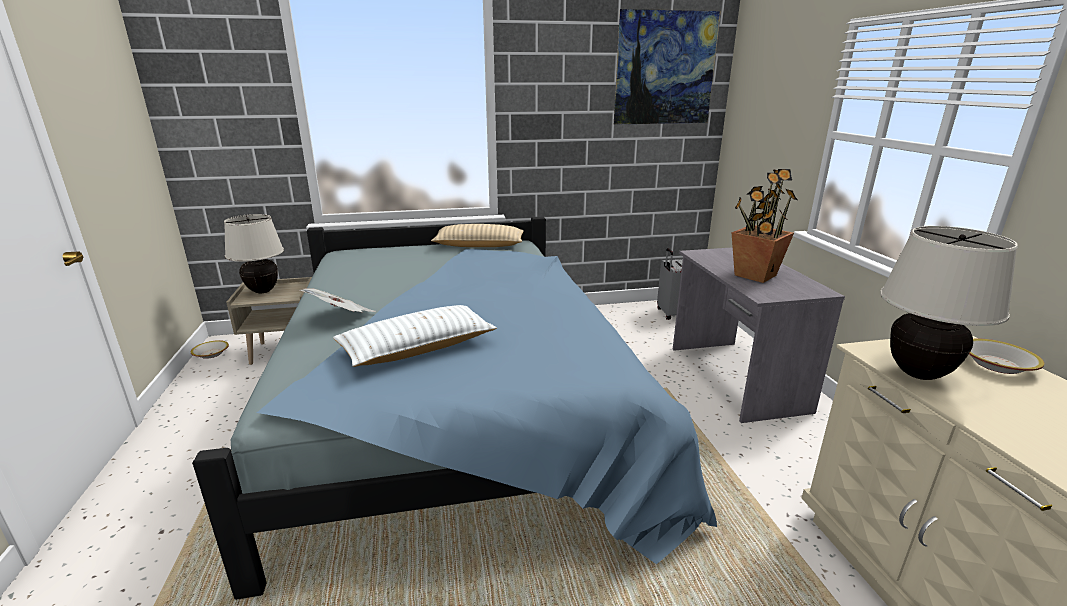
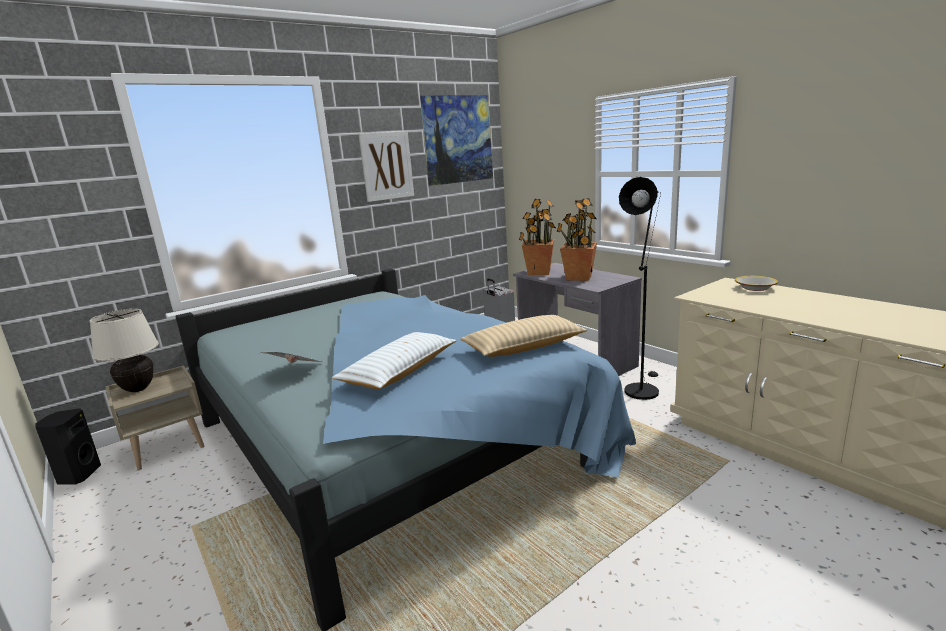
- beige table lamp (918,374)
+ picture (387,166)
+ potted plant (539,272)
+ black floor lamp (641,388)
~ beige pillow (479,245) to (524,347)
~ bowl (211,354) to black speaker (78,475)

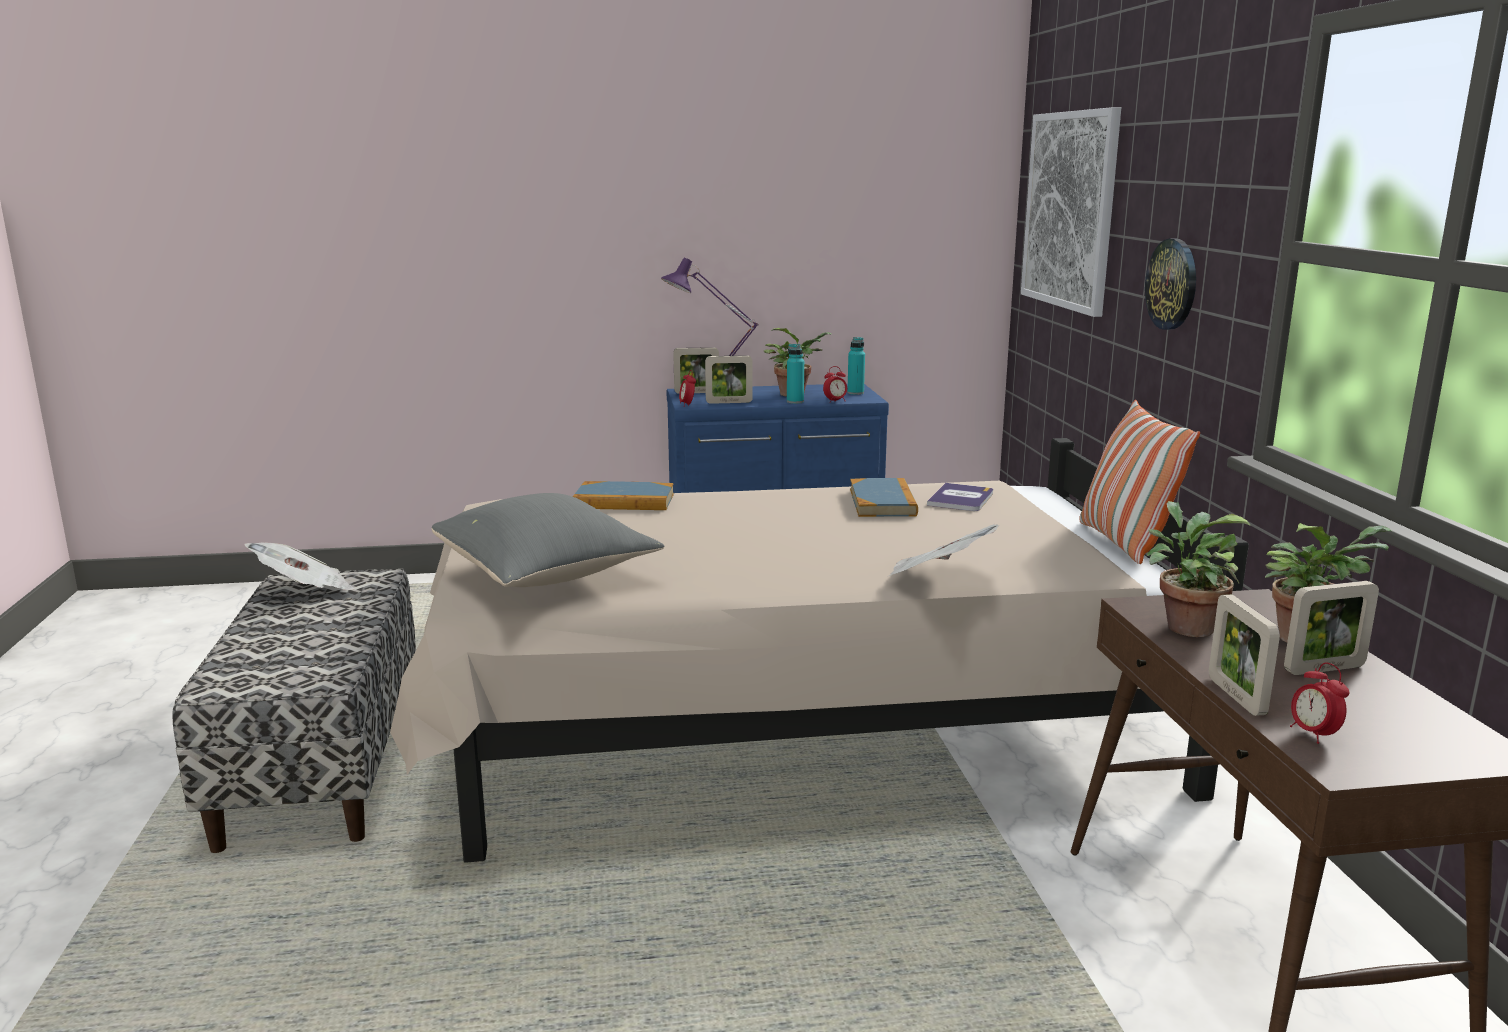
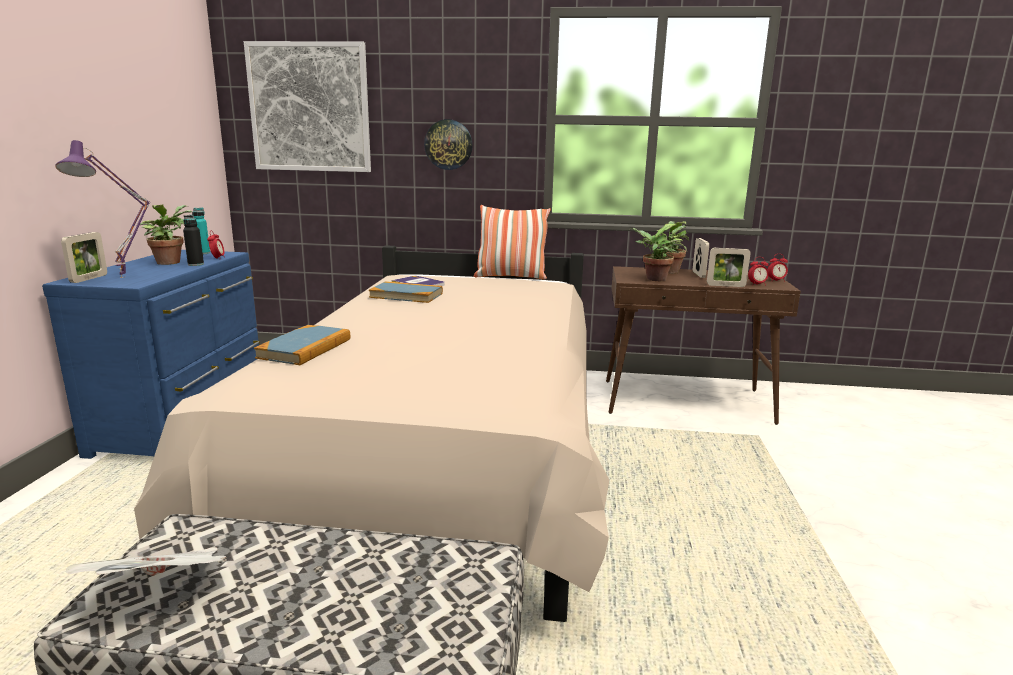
- grey pillow (548,576)
- picture frame (729,402)
- newspaper (938,578)
~ alarm clock (687,405) to (776,281)
~ turquoise bottle (795,402) to black bottle (196,264)

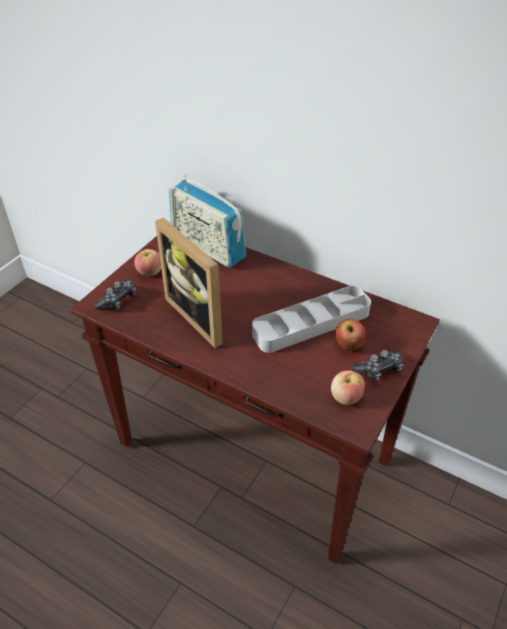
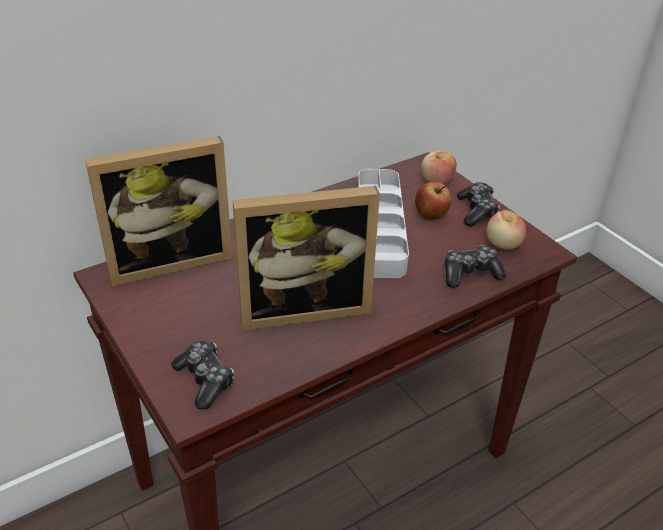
+ game controller (470,274)
~ apple (149,272) to (436,181)
~ radio (207,247) to picture frame (169,260)

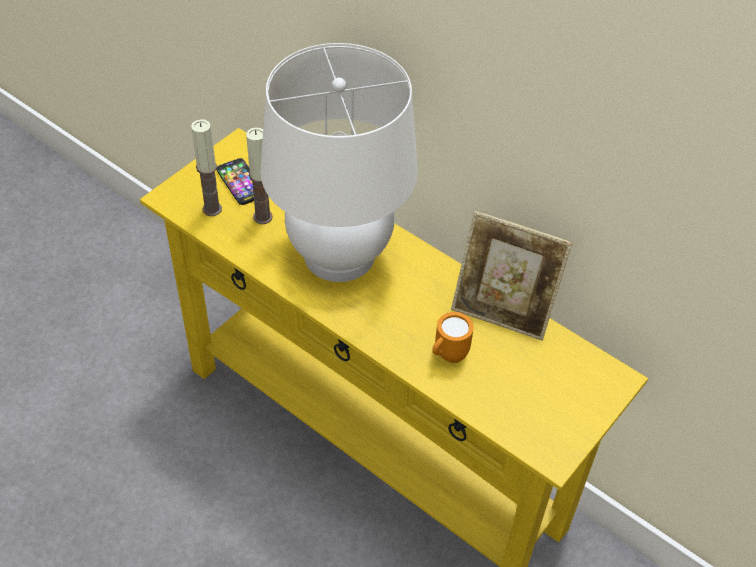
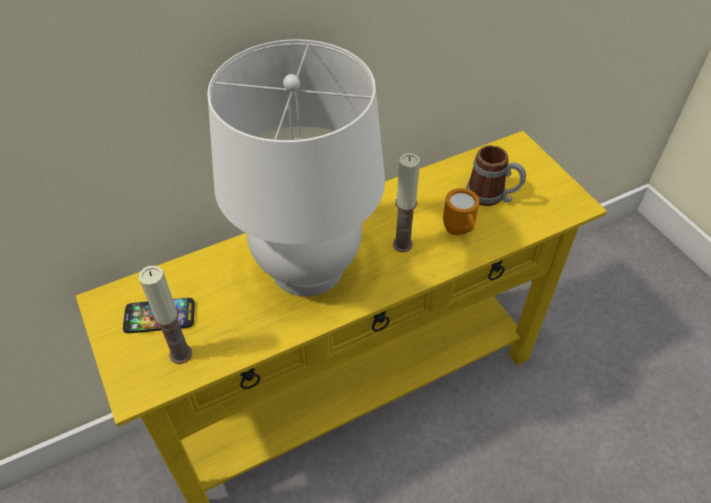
- picture frame (502,312)
+ mug (492,196)
~ candle (262,217) to (402,244)

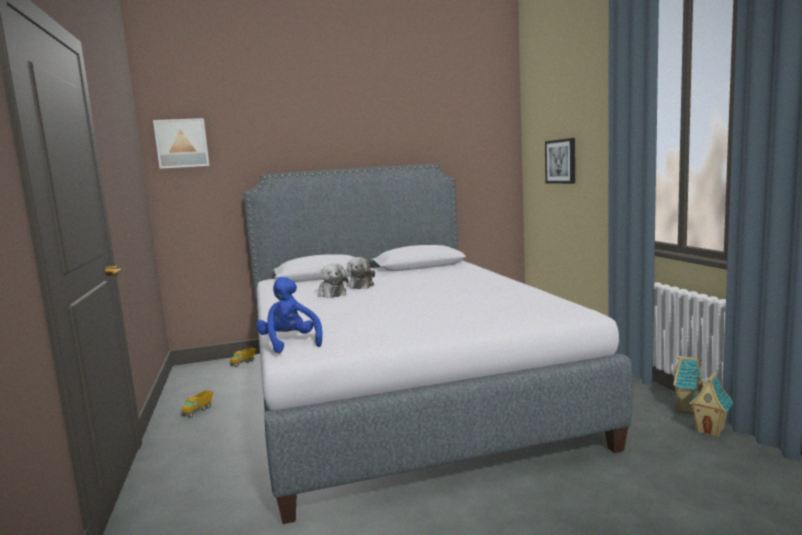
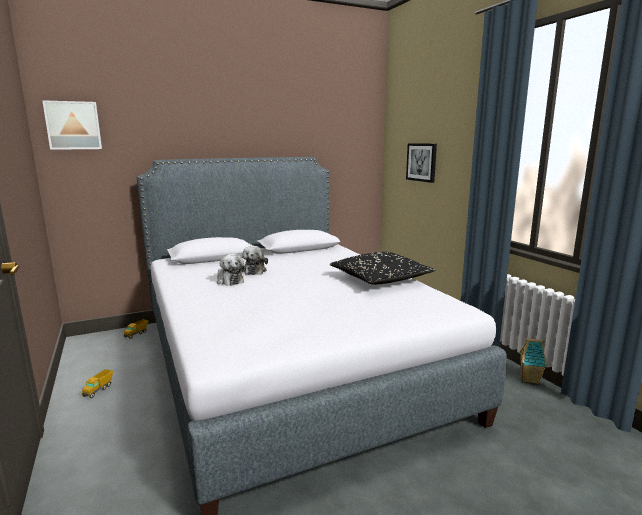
- blue plush toy (290,343)
- toy house (710,430)
+ black pillow (380,279)

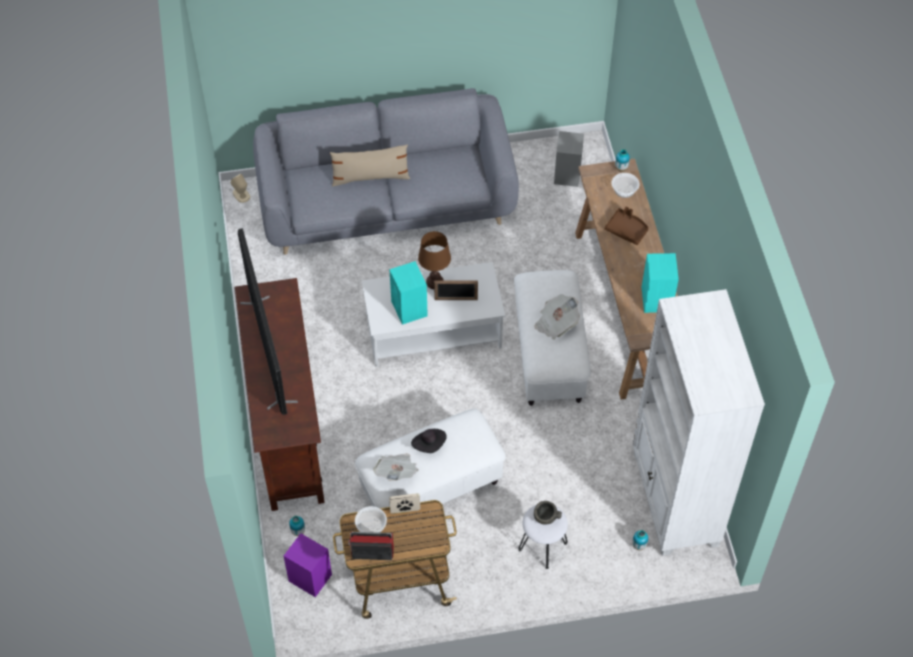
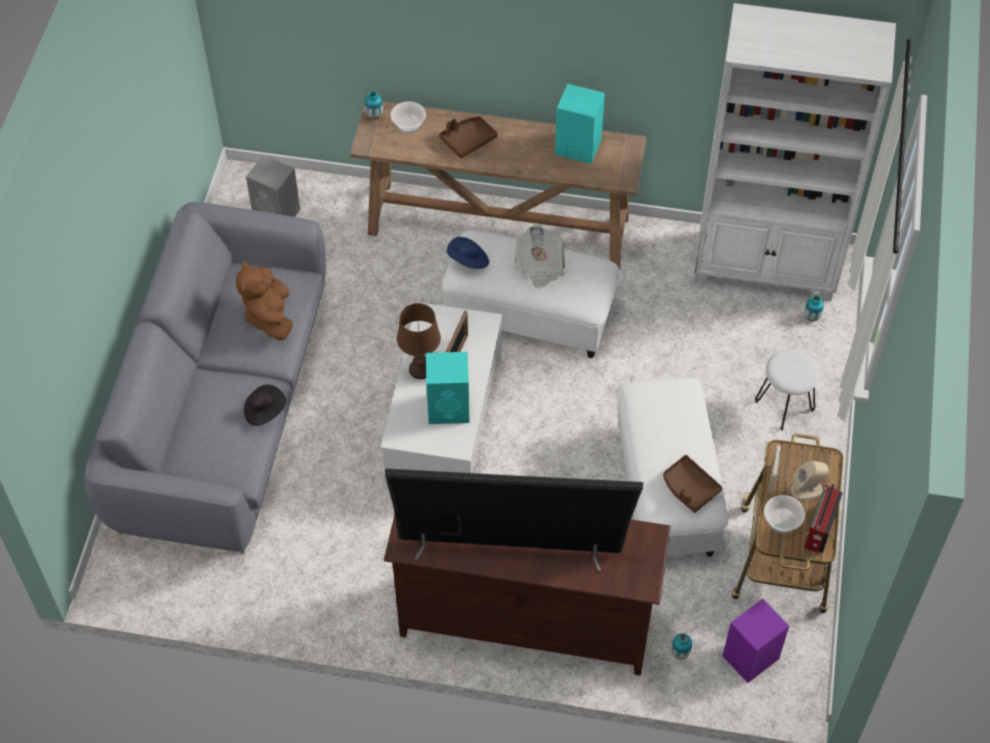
- beige pillow (370,177)
- grey bowl (545,517)
+ brown plush toy (269,316)
+ blue hat (468,261)
~ beige speaker (241,195) to (807,489)
~ black hat (429,444) to (264,411)
~ newspaper (397,472) to brown tray (689,488)

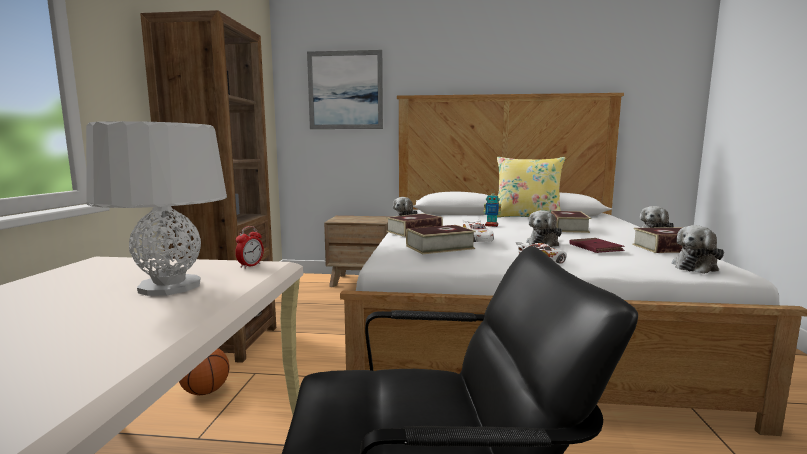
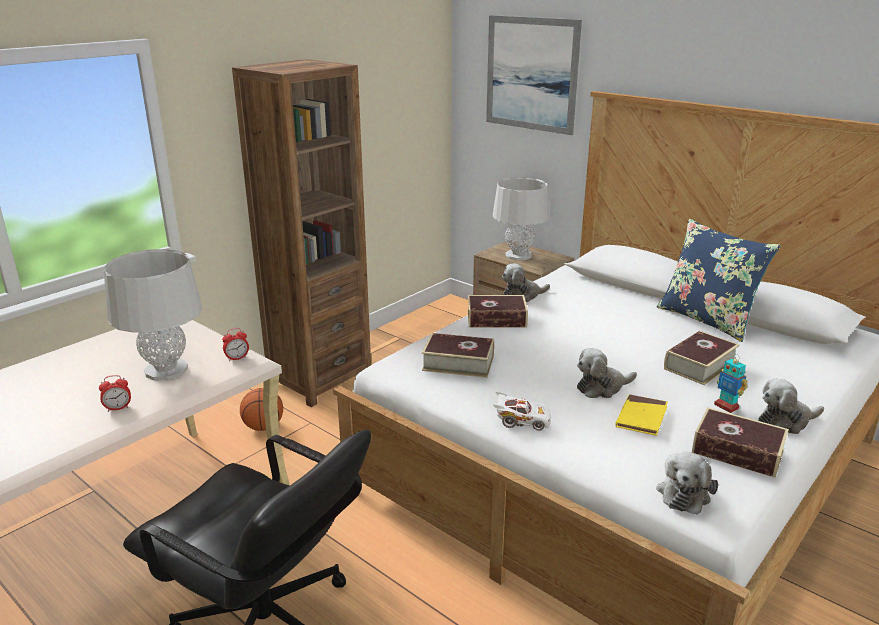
- white toy car (477,239)
+ alarm clock (118,408)
+ grey table lamp (518,255)
~ toy robot (491,225) to (726,406)
~ yellow pillow (526,217) to blue pillow (707,319)
~ red book (595,248) to yellow book (641,417)
~ plush toy (696,267) = (684,492) 60 degrees counterclockwise

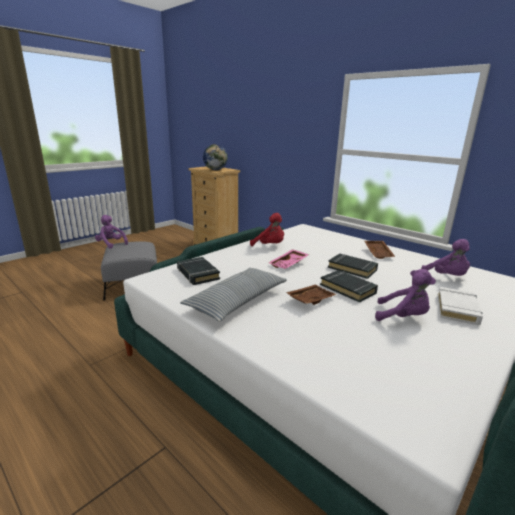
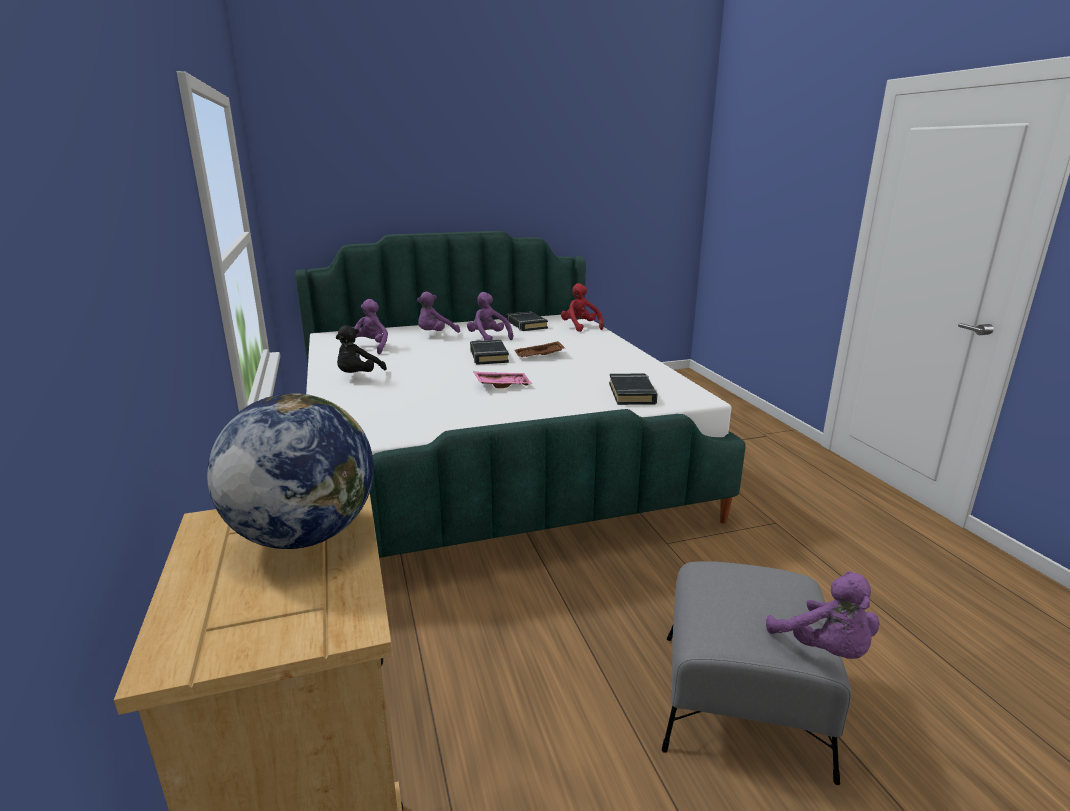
- pillow (237,301)
~ red plush toy (270,246) to (580,327)
~ black book (352,268) to (526,325)
~ brown tray (379,253) to black plush toy (358,376)
~ white book (457,309) to purple plush toy (435,335)

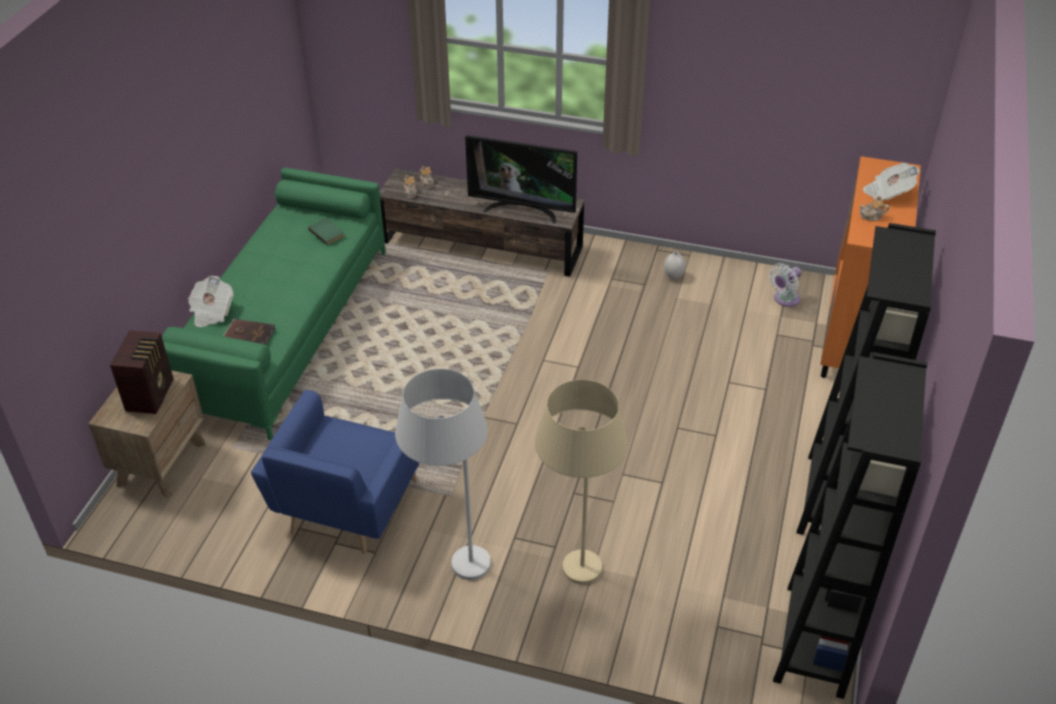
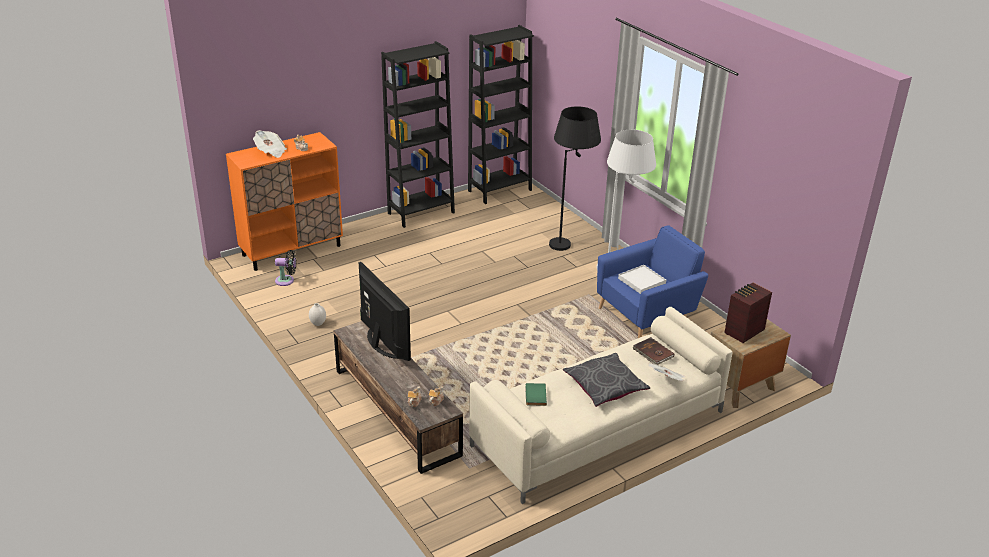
+ grey pillow (605,386)
+ white tray (642,281)
~ green sofa (284,328) to beige sofa (598,429)
~ beige floor lamp (576,585) to black floor lamp (569,242)
~ white fan (784,299) to black fan (286,281)

